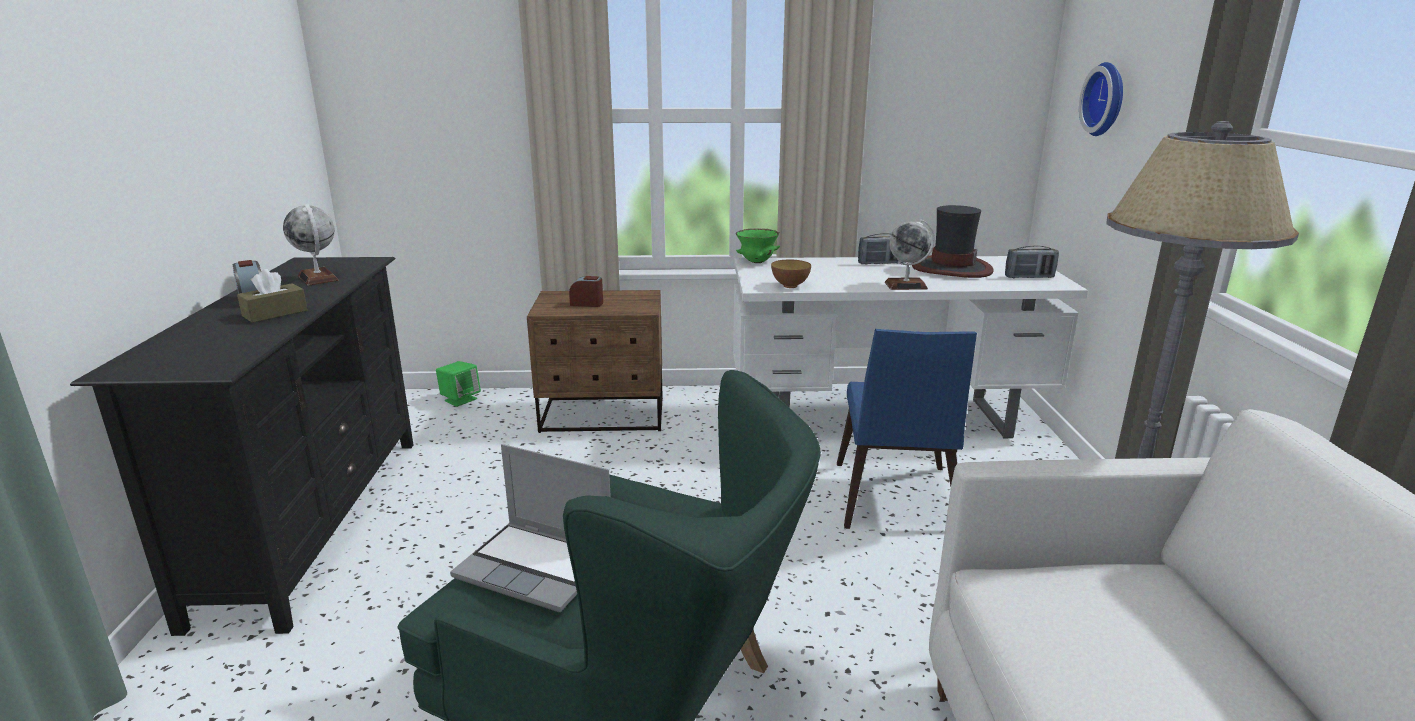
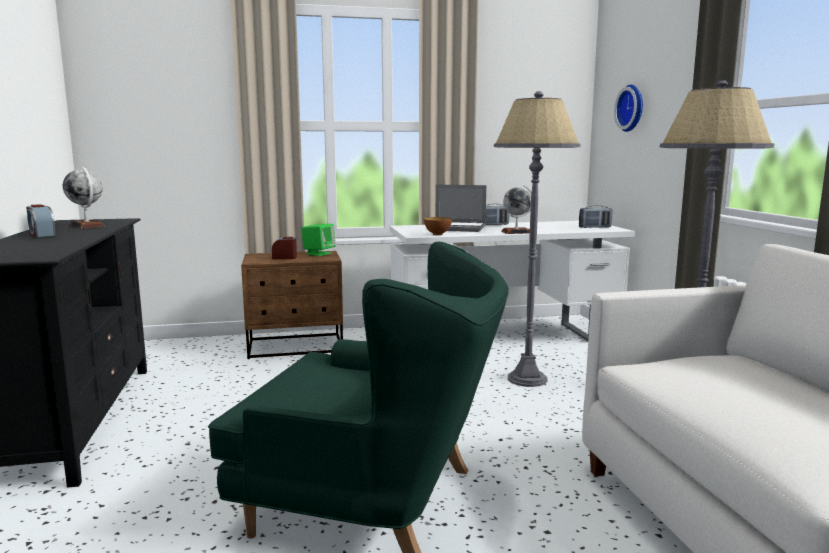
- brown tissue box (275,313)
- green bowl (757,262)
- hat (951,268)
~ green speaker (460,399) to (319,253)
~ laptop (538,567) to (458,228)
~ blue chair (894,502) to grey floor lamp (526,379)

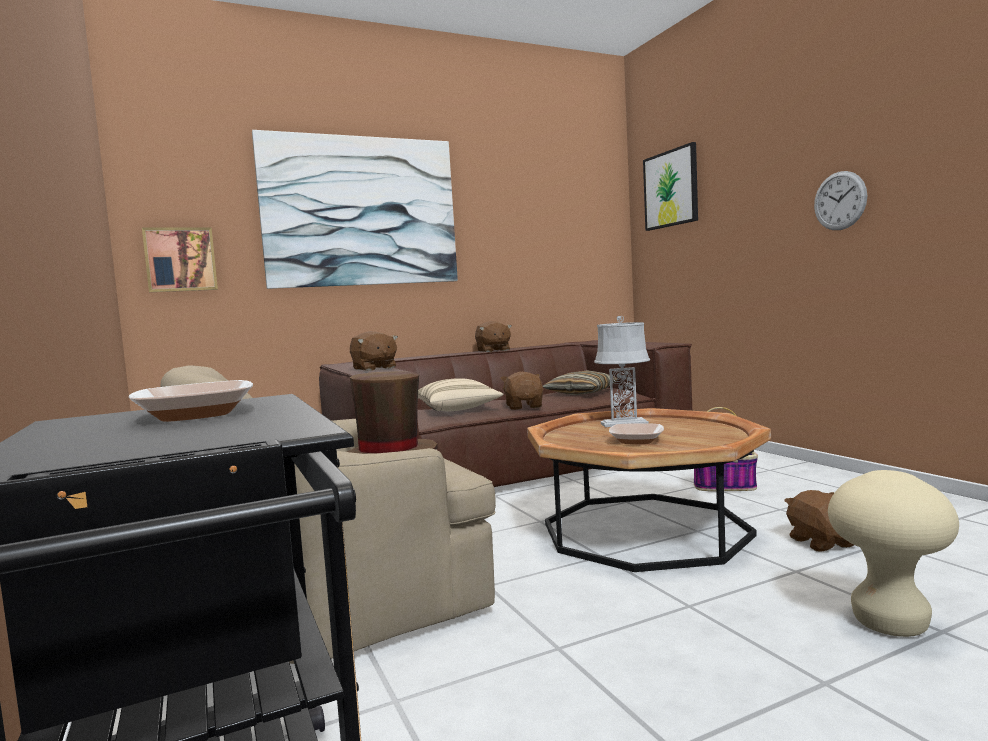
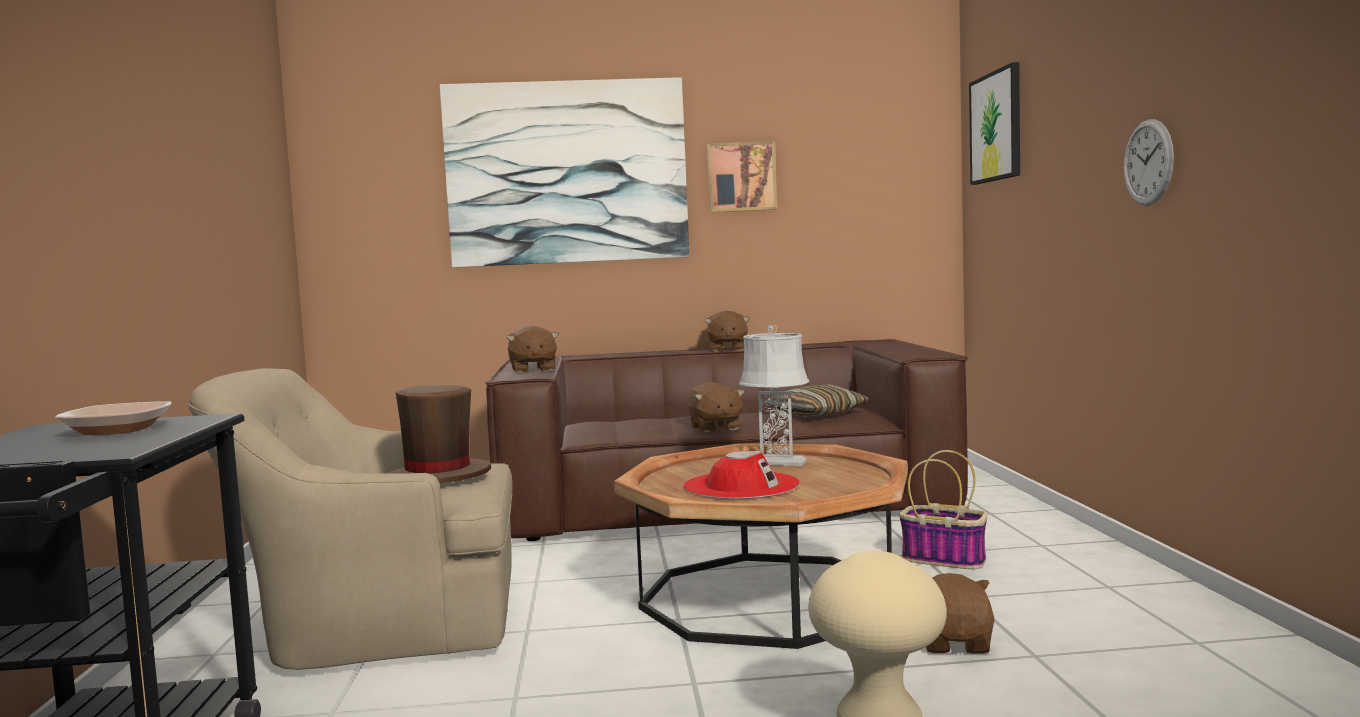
- beige pillow (458,409)
~ picture (180,259) to (741,177)
~ bowl (636,441) to red hat (741,486)
~ brown plush toy (524,406) = (715,428) 150 degrees clockwise

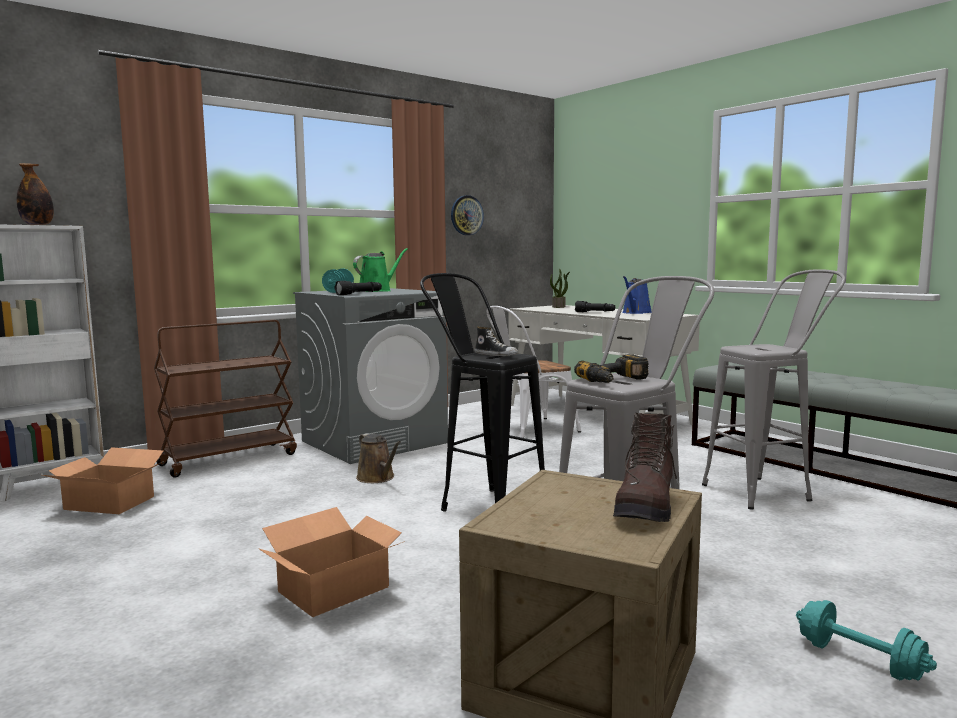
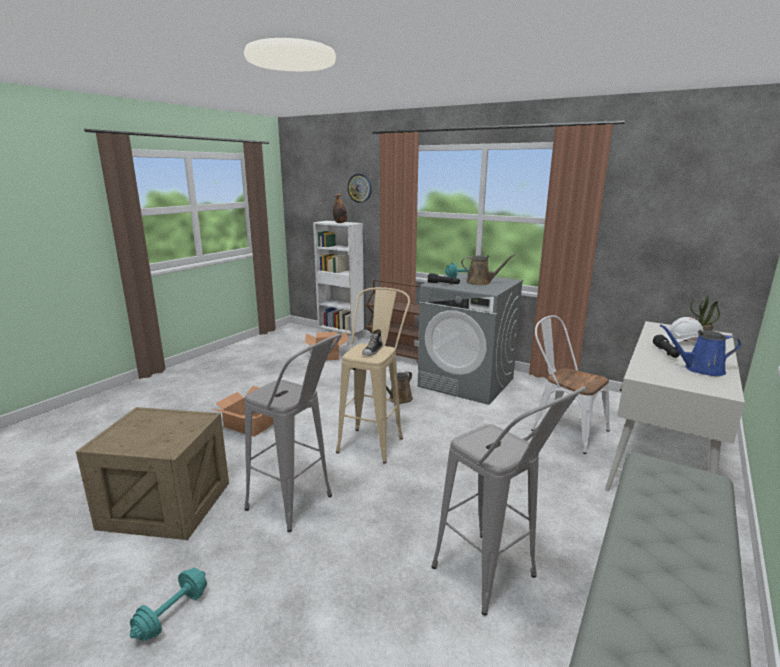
- power drill (616,380)
- brown boot (646,507)
+ white hard hat (681,341)
~ wall clock (466,215) to (359,188)
~ green watering can (377,291) to brown watering can (481,282)
~ black stool (482,504) to beige stool (374,440)

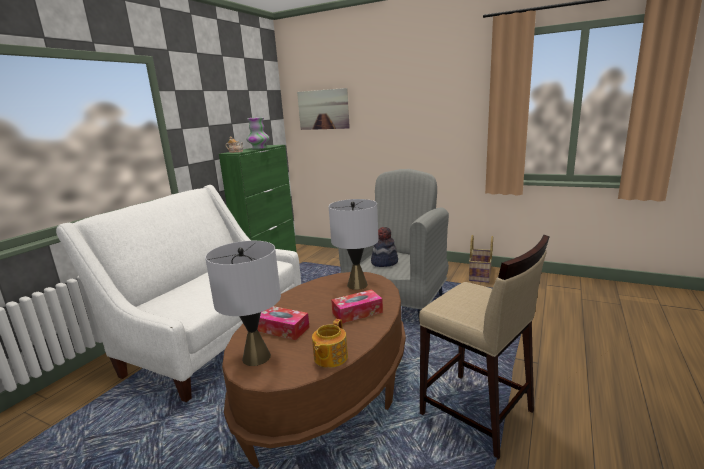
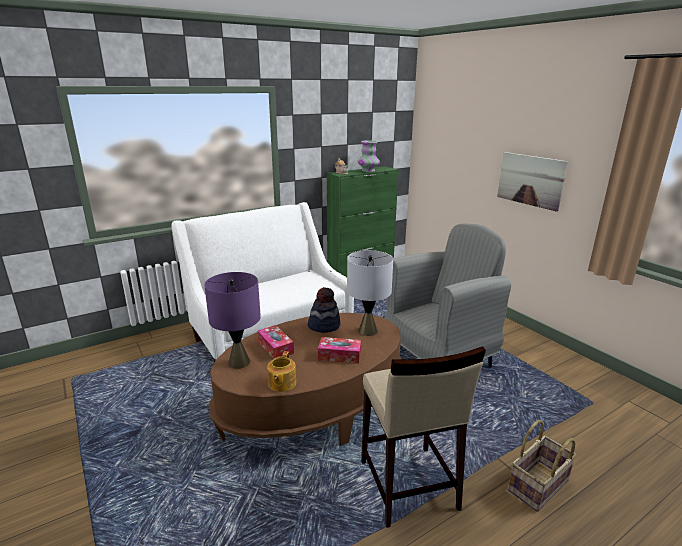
~ picture (323,109) to (530,180)
~ hat (384,262) to (324,325)
~ basket (480,275) to (539,486)
~ grey table lamp (256,357) to purple table lamp (238,362)
~ teapot (330,357) = (281,383) 45 degrees counterclockwise

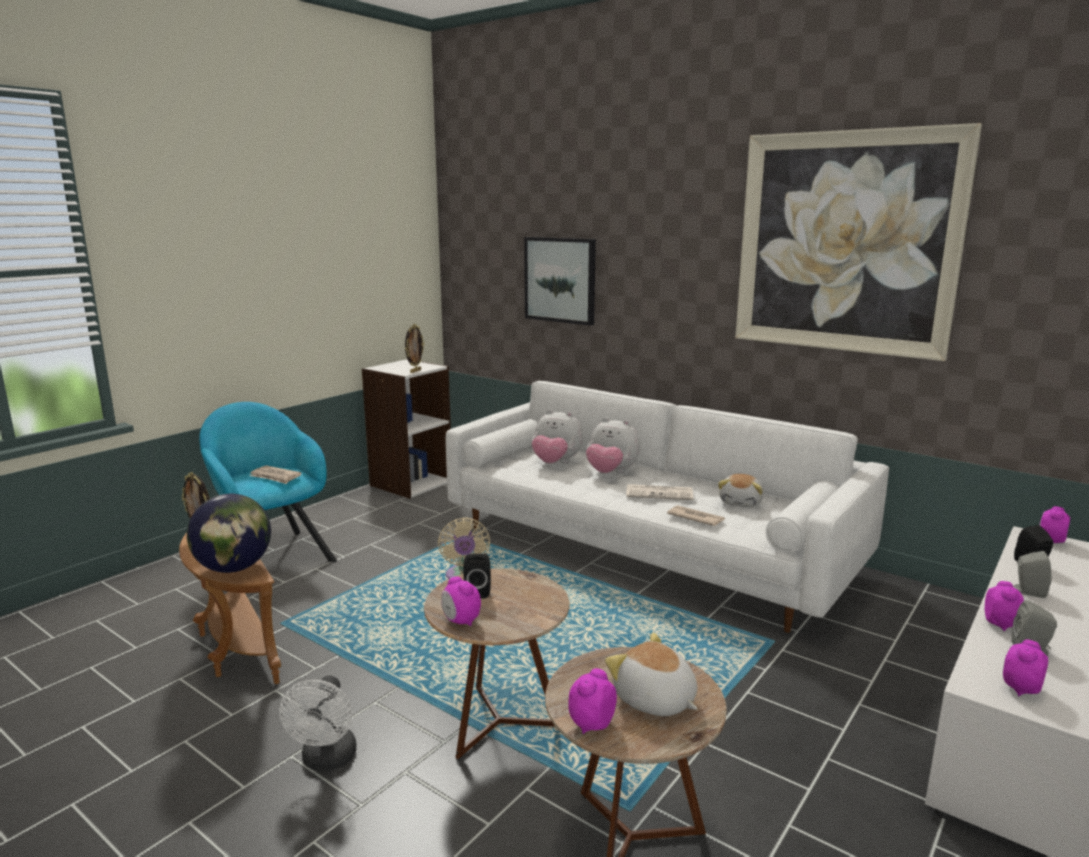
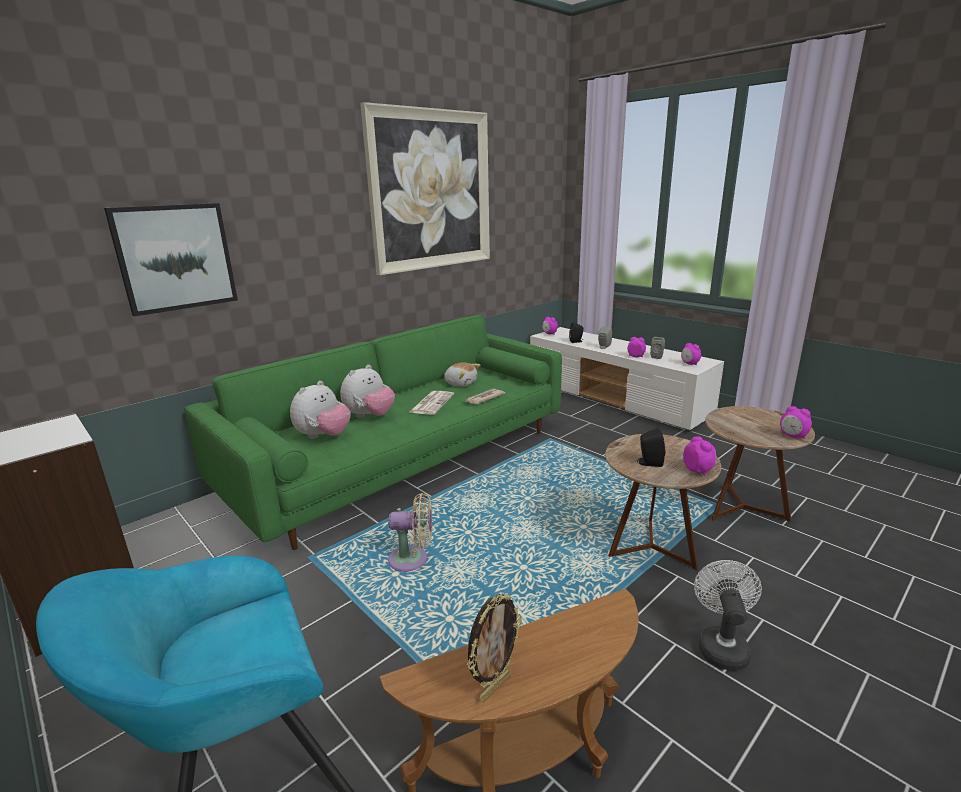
- globe (234,568)
- newspaper (275,477)
- picture frame (415,371)
- plush toy (654,700)
~ white sofa (646,547) to green sofa (402,460)
~ white fan (327,760) = (721,645) 90 degrees counterclockwise
~ alarm clock (461,621) = (698,470) 75 degrees counterclockwise

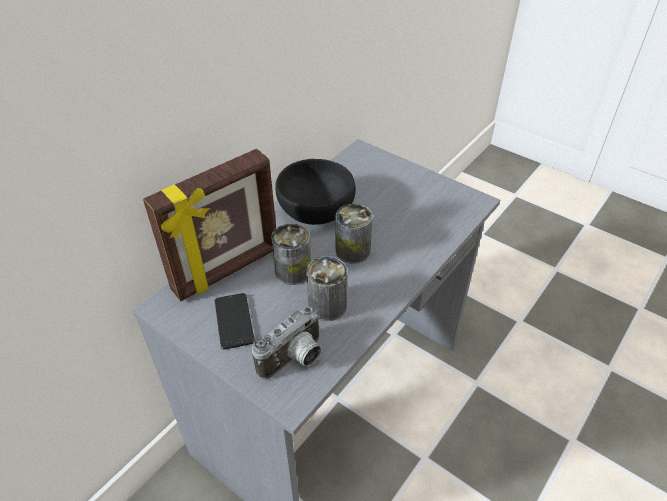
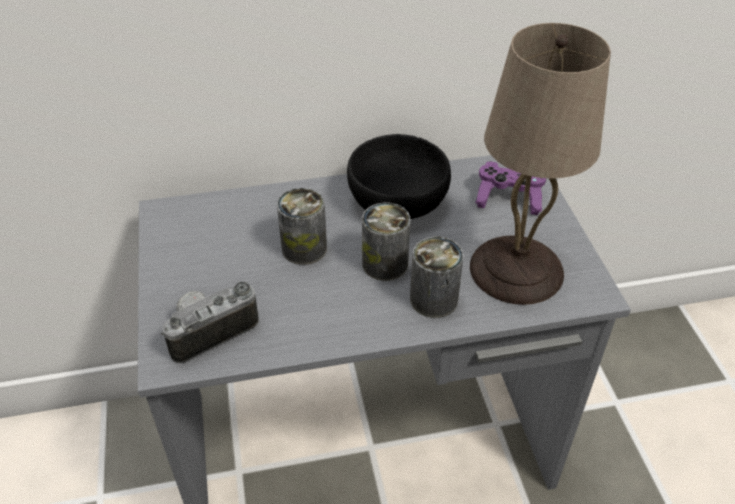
- picture frame (227,270)
- phone (234,321)
+ beige table lamp (515,270)
+ purple game controller (508,198)
~ can (327,305) to (433,299)
~ photo camera (295,360) = (210,330) 150 degrees clockwise

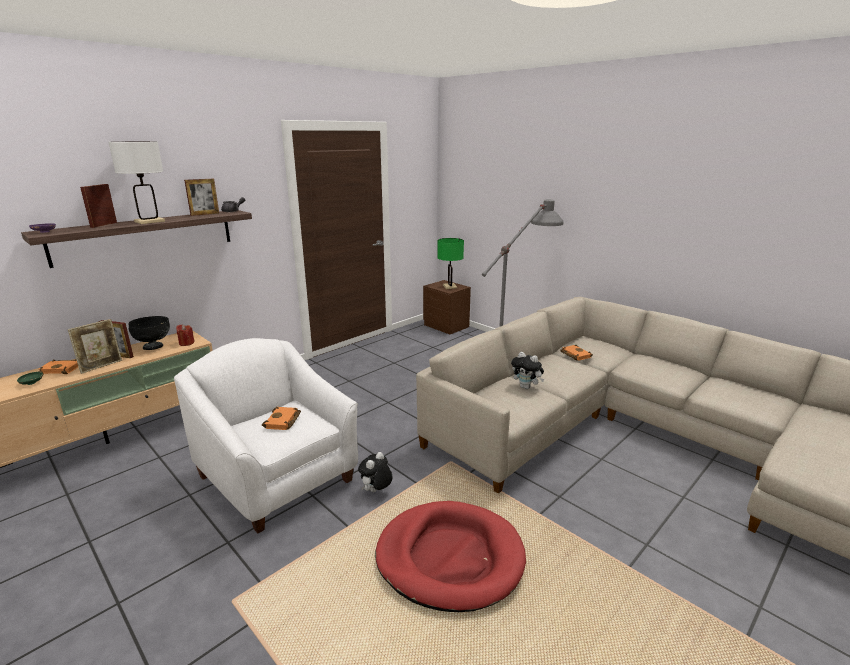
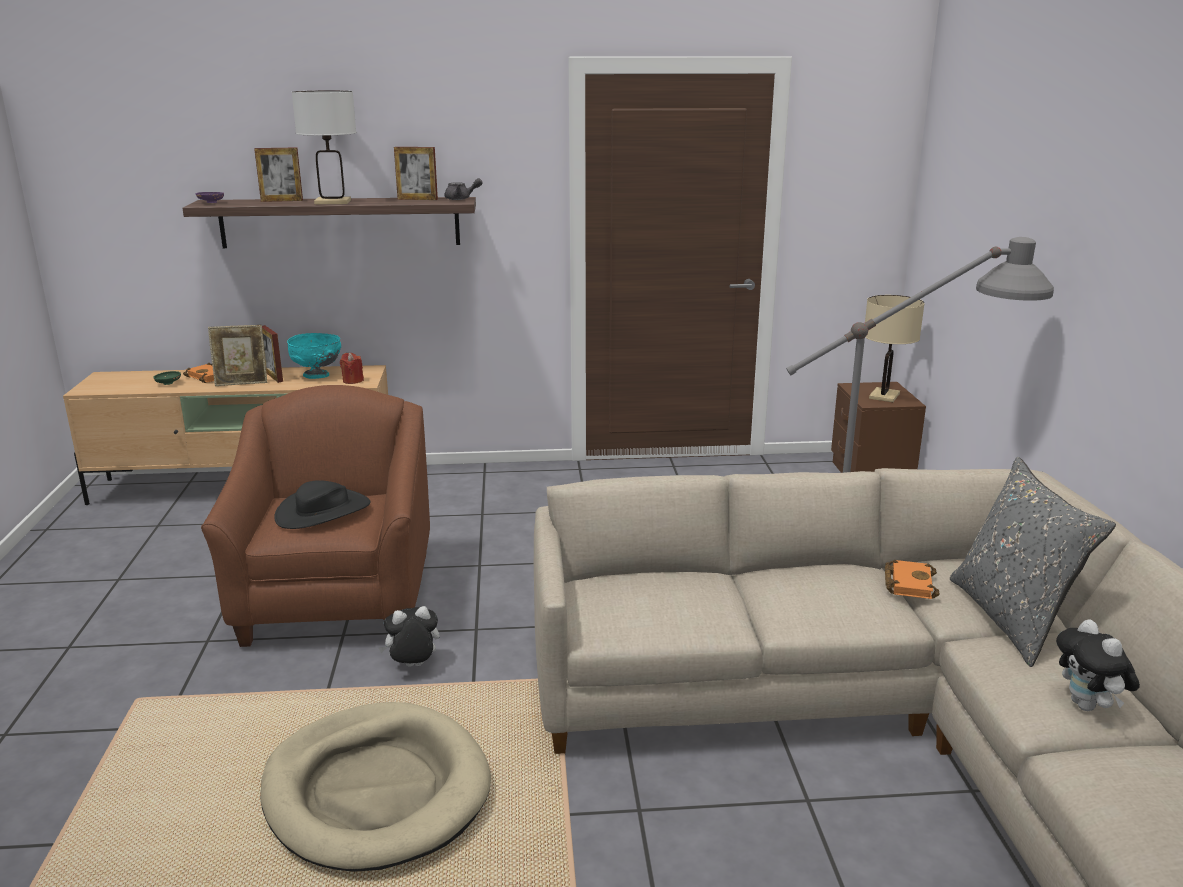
+ grey pillow (1012,619)
~ plush toy (526,387) to (1088,706)
~ orange book (283,421) to black hat (323,511)
~ black bowl (154,347) to turquoise bowl (317,376)
~ white armchair (278,478) to brown armchair (338,597)
~ red dog bed (449,557) to beige dog bed (376,791)
~ green table lamp (449,286) to beige table lamp (884,396)
~ picture frame (104,225) = (282,200) 150 degrees counterclockwise

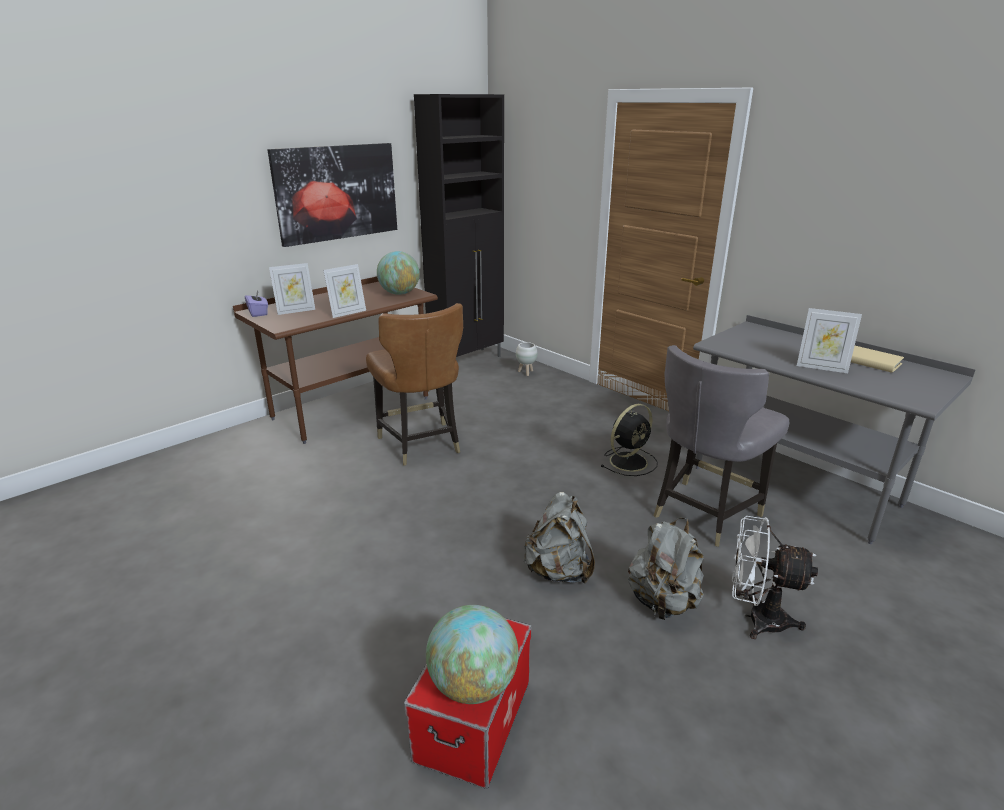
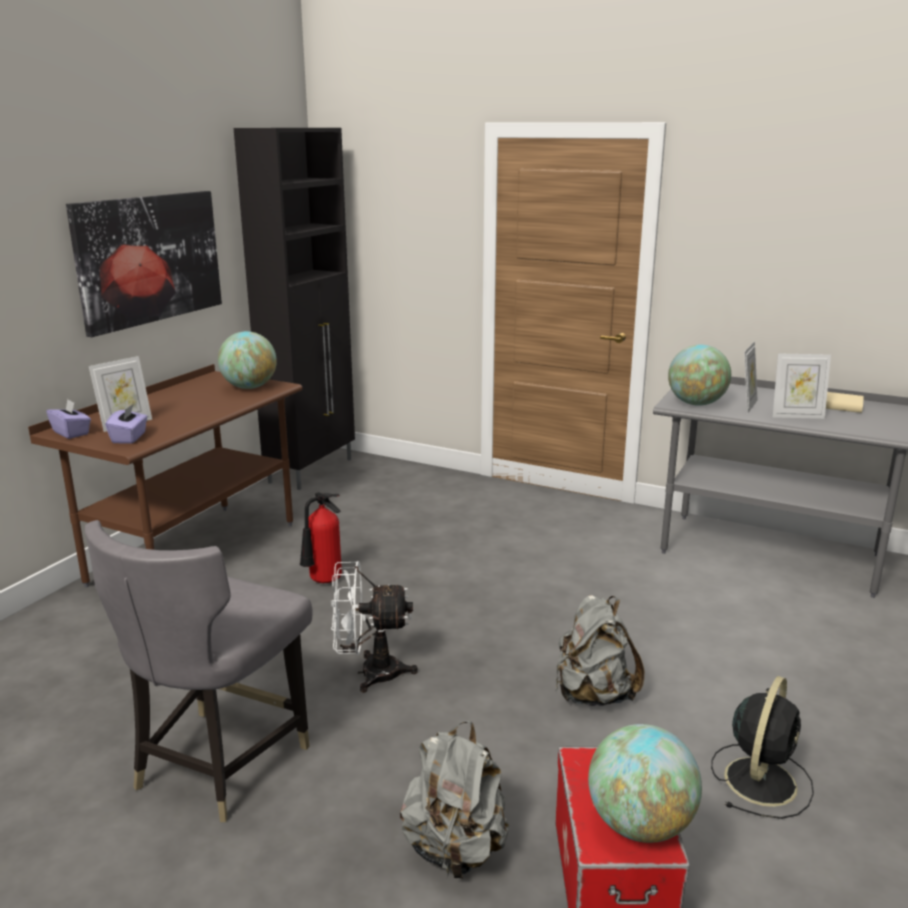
- white planter (526,373)
+ purple tissue box (129,438)
+ globe (696,404)
~ picture frame (347,313) to (747,406)
~ black fan (629,461) to (761,779)
~ grey backpack (663,602) to (456,849)
~ grey chair (704,513) to (219,763)
~ white fan (756,618) to (369,673)
~ brown chair (420,444) to fire extinguisher (323,582)

